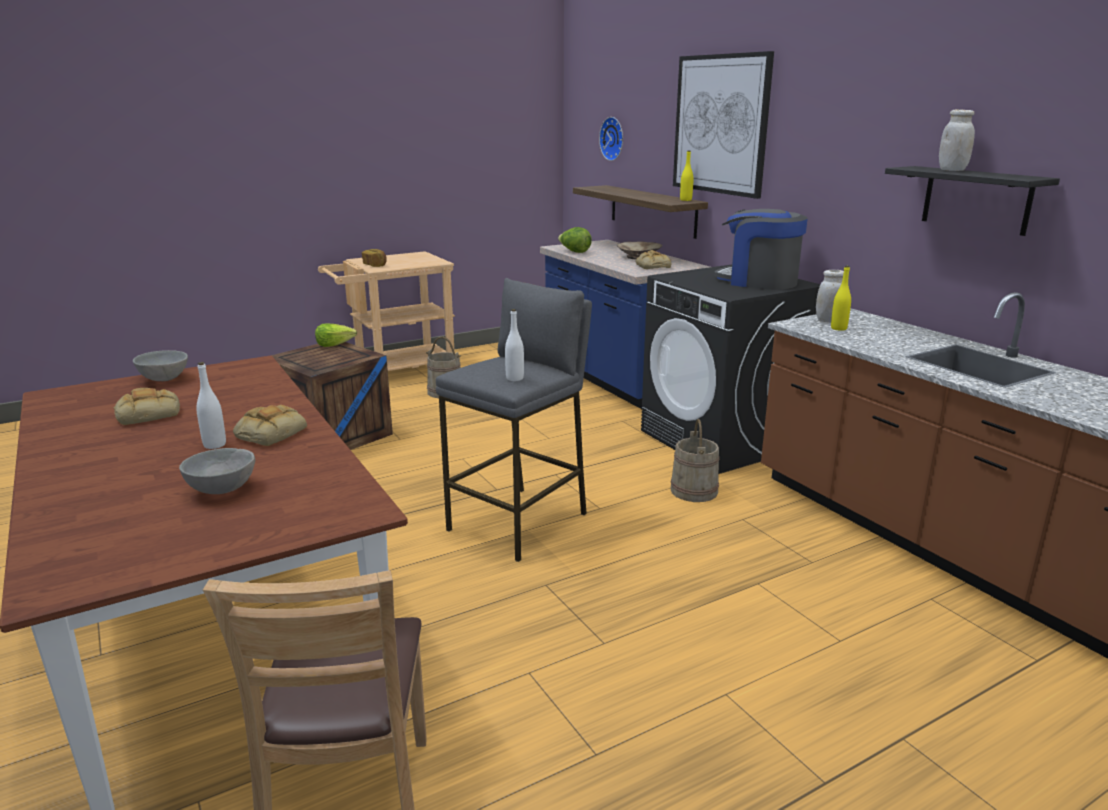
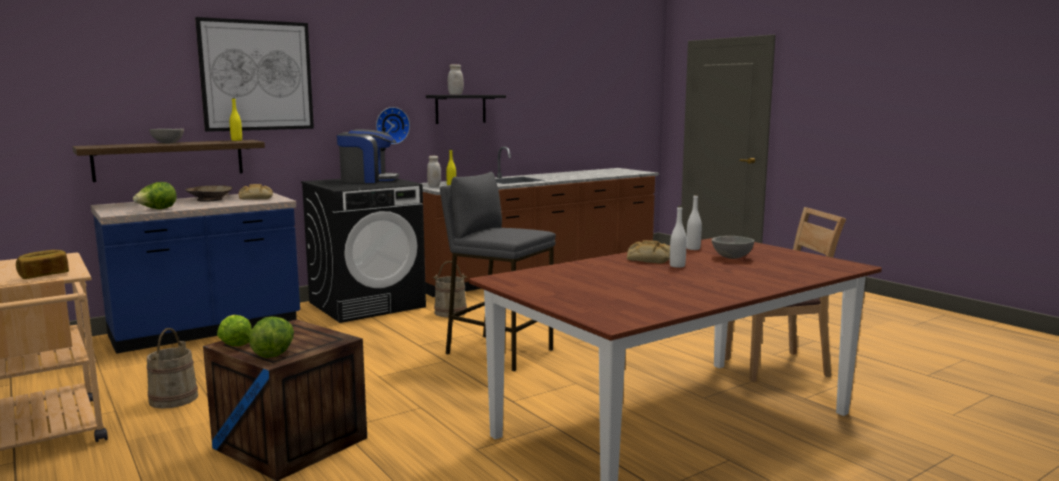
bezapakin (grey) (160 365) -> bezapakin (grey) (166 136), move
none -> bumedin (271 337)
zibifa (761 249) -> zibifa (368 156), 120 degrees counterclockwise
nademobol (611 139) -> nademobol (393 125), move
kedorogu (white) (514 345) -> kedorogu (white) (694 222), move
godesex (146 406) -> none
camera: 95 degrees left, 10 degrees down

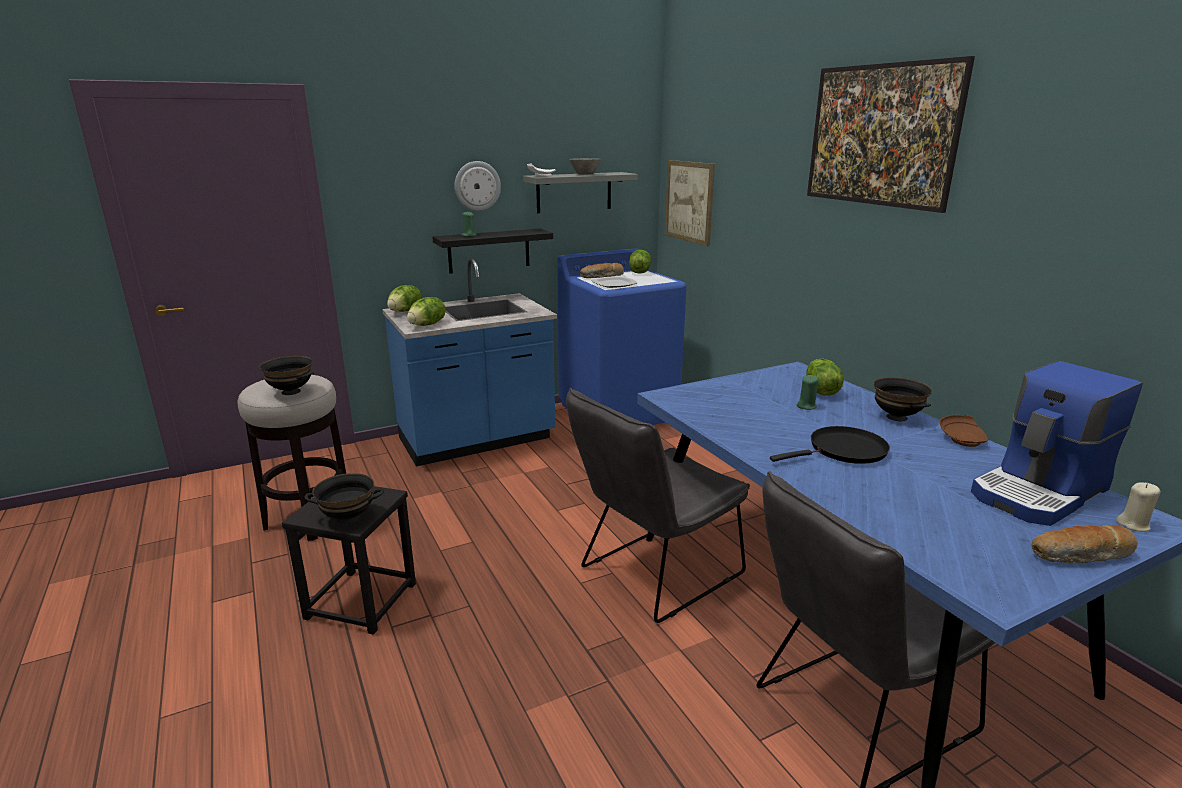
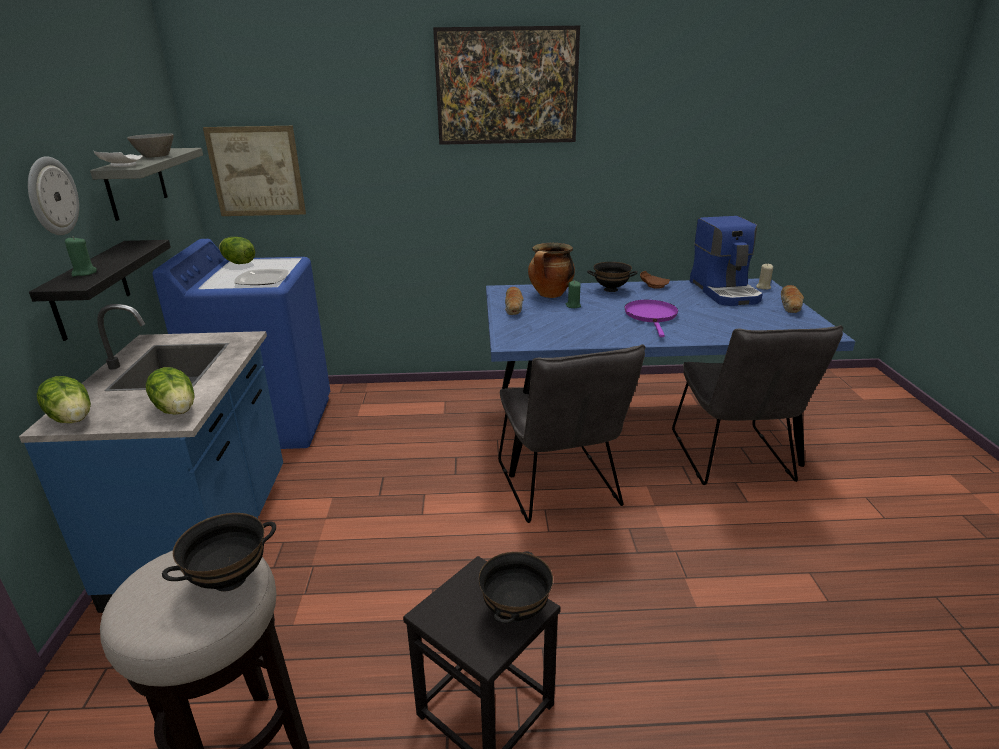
godesex (602 270) -> godesex (514 301), move
bumedin (825 377) -> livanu (551 270)
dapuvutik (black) (830 445) -> dapuvutik (purple) (651 318)
camera: 65 degrees left, 5 degrees up

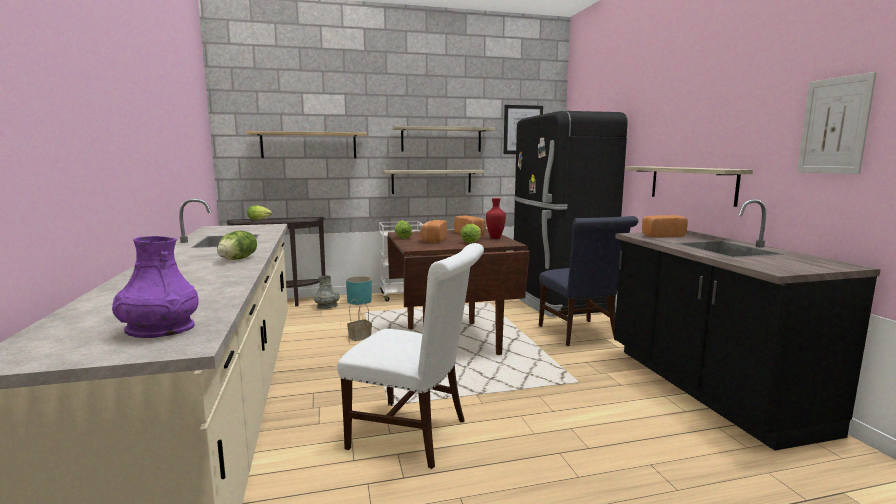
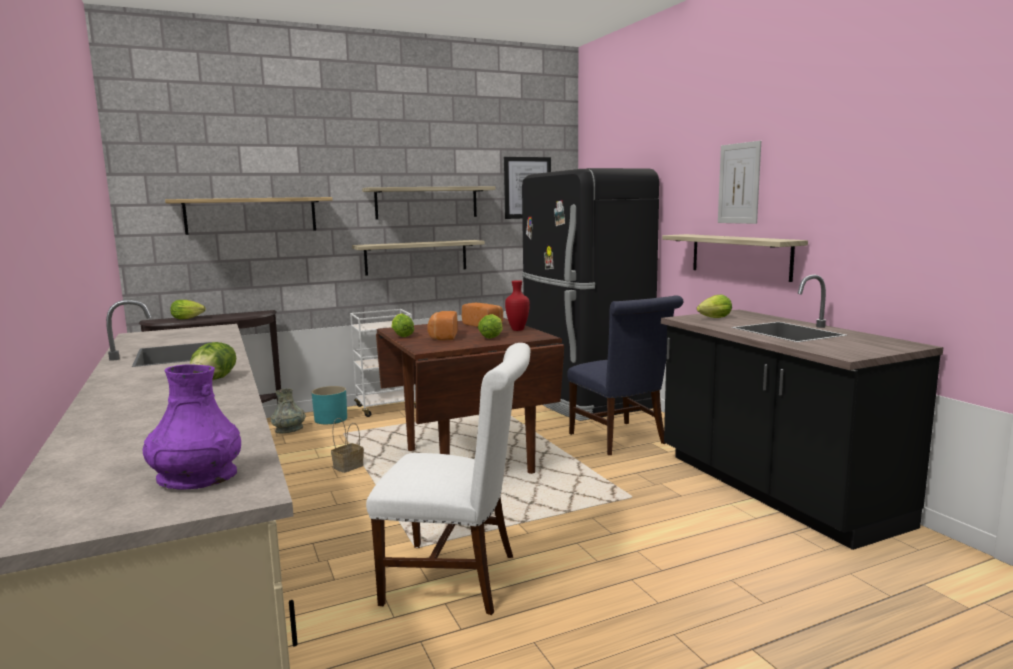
godesex (665 226) -> bumedin (714 306)
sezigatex (837 123) -> sezigatex (739 182), move
camera: 10 degrees left, 0 degrees up

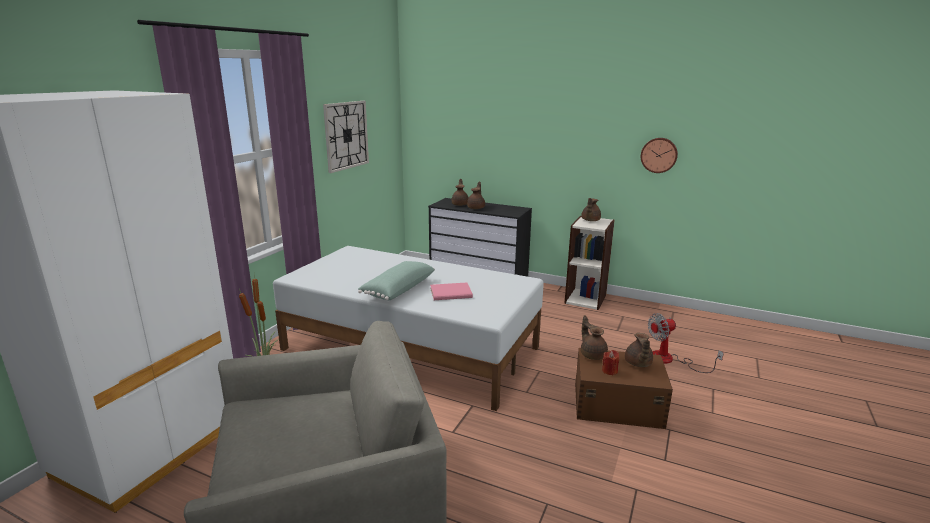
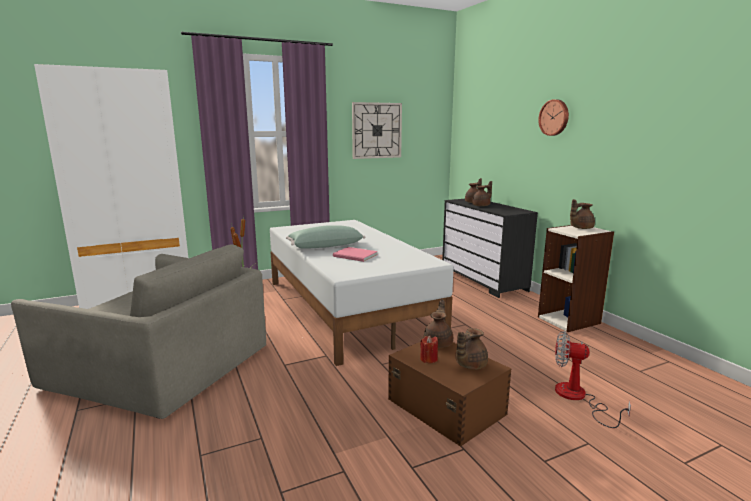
nademobol (659 155) -> nademobol (553 117), move
camera: 40 degrees right, 5 degrees down

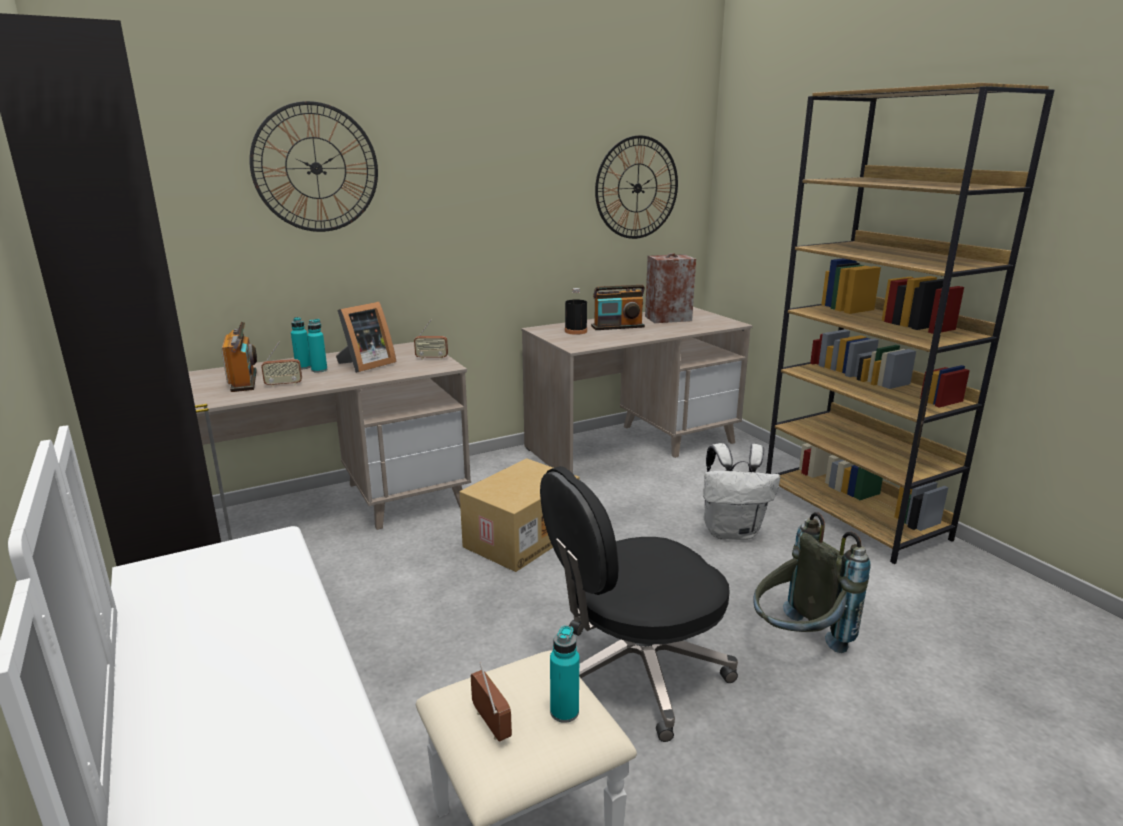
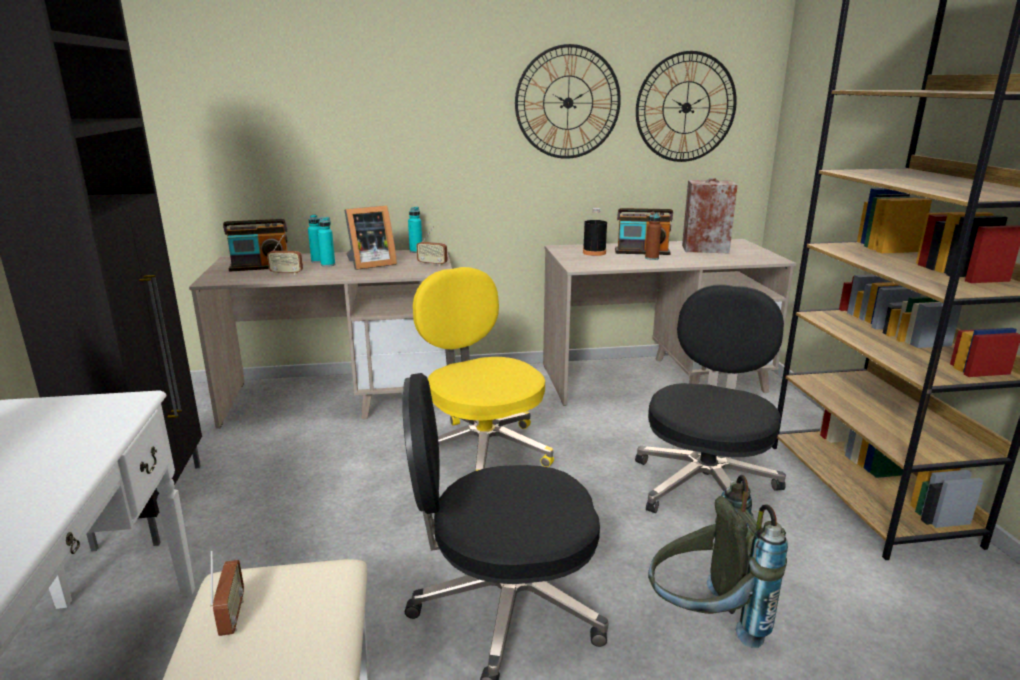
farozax (239 357) -> farozax (255 245), 75 degrees clockwise
kedorogu (turquoise) (564 674) -> kedorogu (turquoise) (415 230), move
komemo (519 515) -> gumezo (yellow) (483 369)
nademobol (314 166) -> nademobol (568 101), move
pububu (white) (741 491) -> gumezo (black) (710 401)
none -> kedorogu (brown) (653 236)
camera: 20 degrees right, 0 degrees up

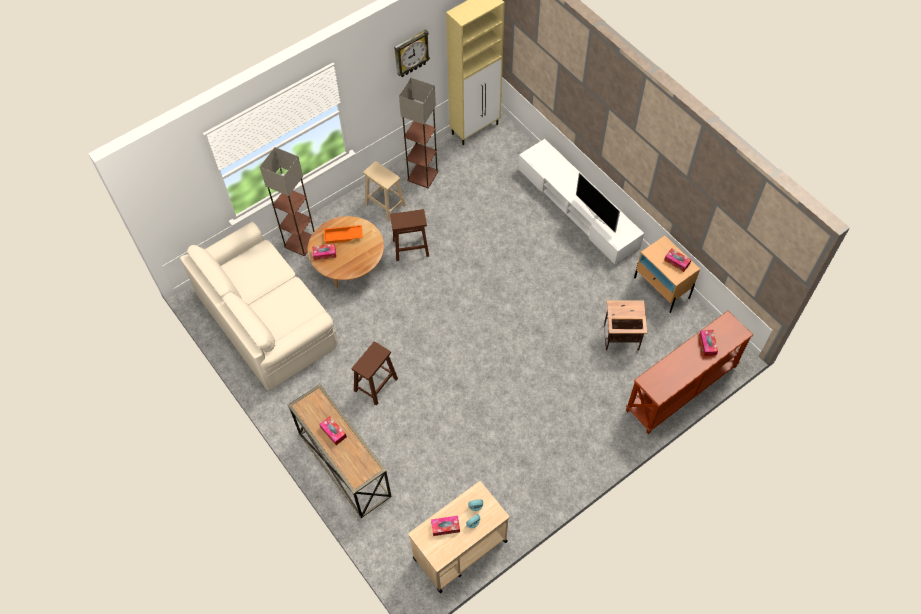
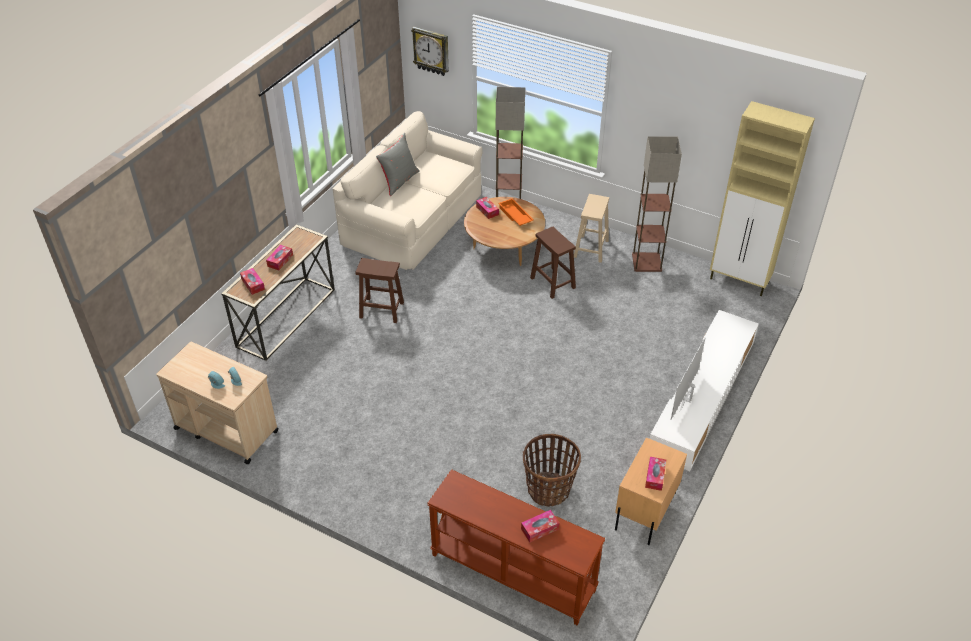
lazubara (445 526) -> lazubara (252 281), move
none -> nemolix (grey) (398 164)
nademobol (412 53) -> nademobol (430 51), move
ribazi (625 325) -> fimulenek (552 470)
camera: 65 degrees right, 15 degrees down

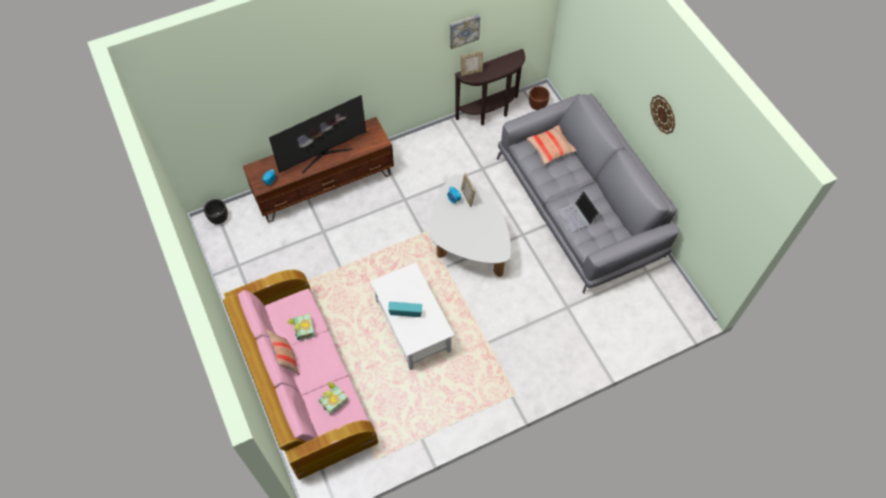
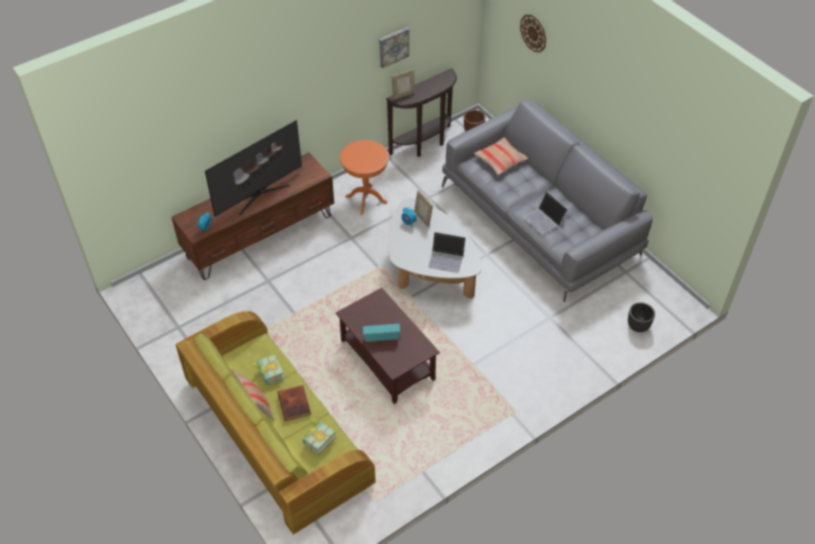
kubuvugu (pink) (300 375) -> kubuvugu (green) (275 422)
none -> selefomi (294 403)
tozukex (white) (412 316) -> tozukex (brown) (388 346)
none -> ribazi (orange) (364 177)
none -> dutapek (447 252)
nademobol (662 114) -> nademobol (533 33), move
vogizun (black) (216 211) -> vogizun (black) (641 317), move
camera: 10 degrees left, 10 degrees down

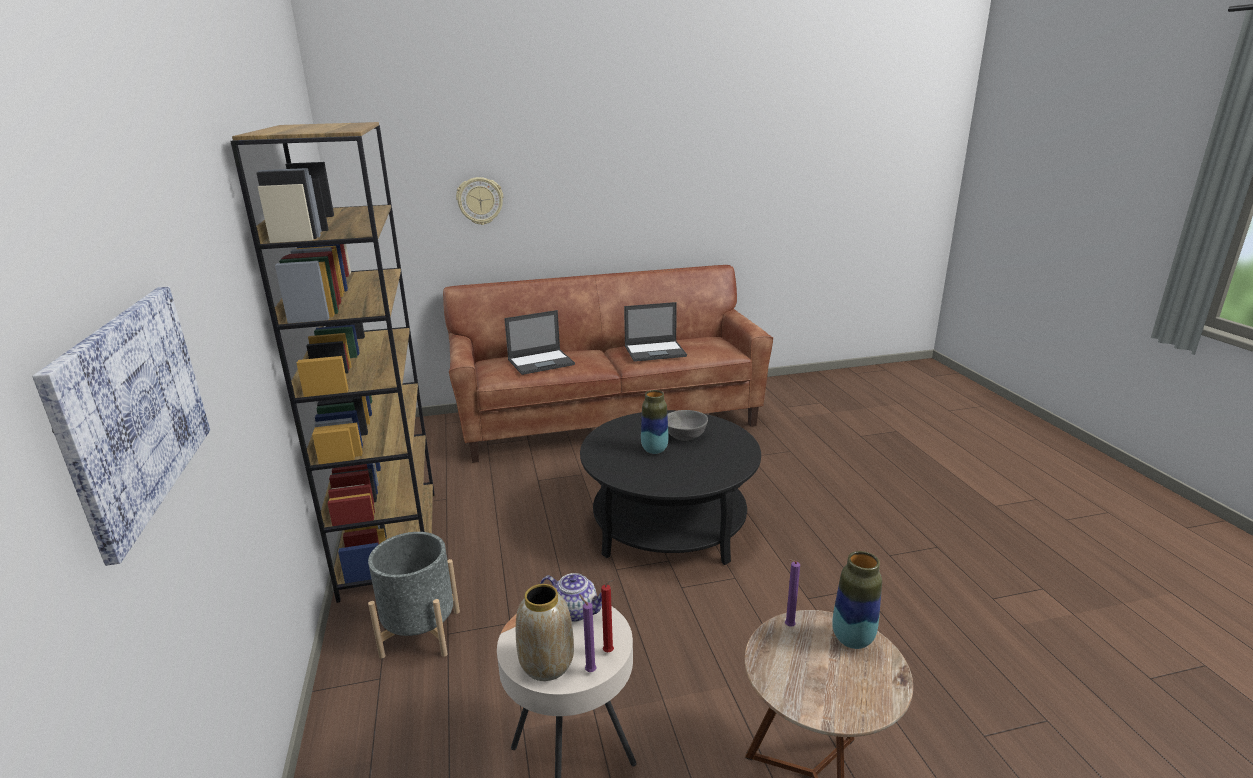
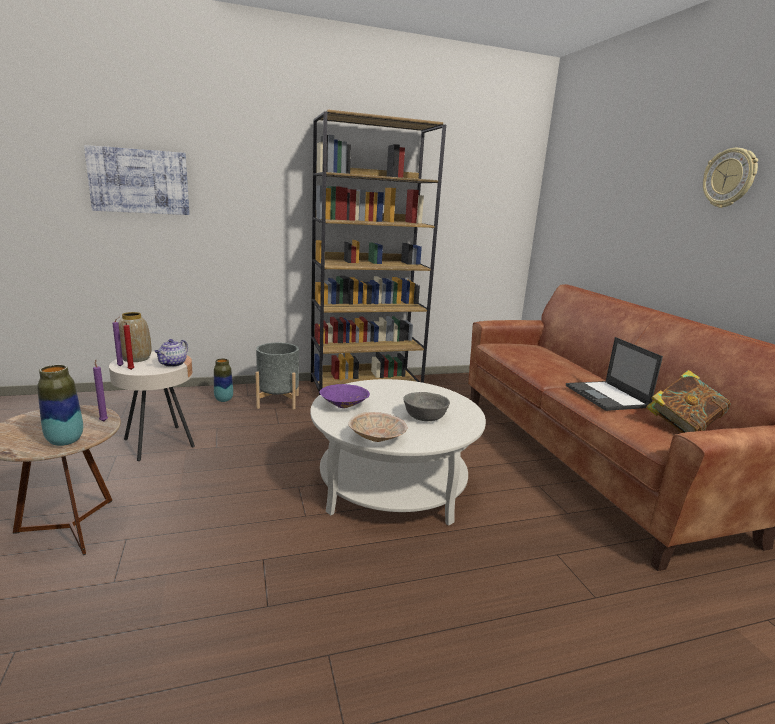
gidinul (655 422) -> gidinul (223 380), move
tozukex (black) (670 487) -> tozukex (white) (398 452)
none -> bezapakin (purple) (344 396)
none -> bezapakin (beige) (377 427)
none -> selefomi (688 401)
nademobol (479 201) -> nademobol (730 178), move
dutapek (539 342) -> none
camera: 85 degrees right, 5 degrees down

